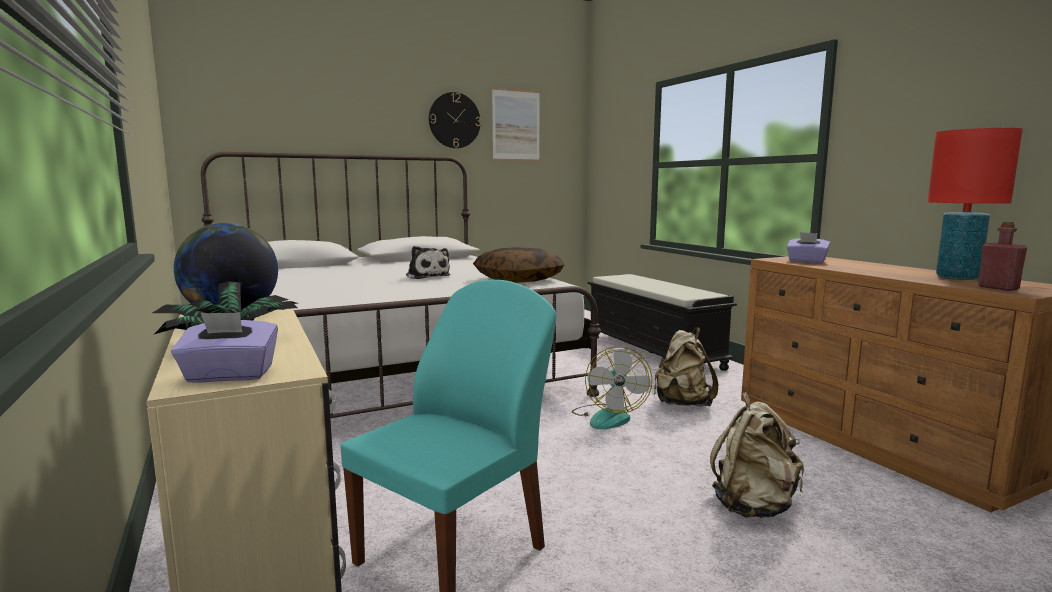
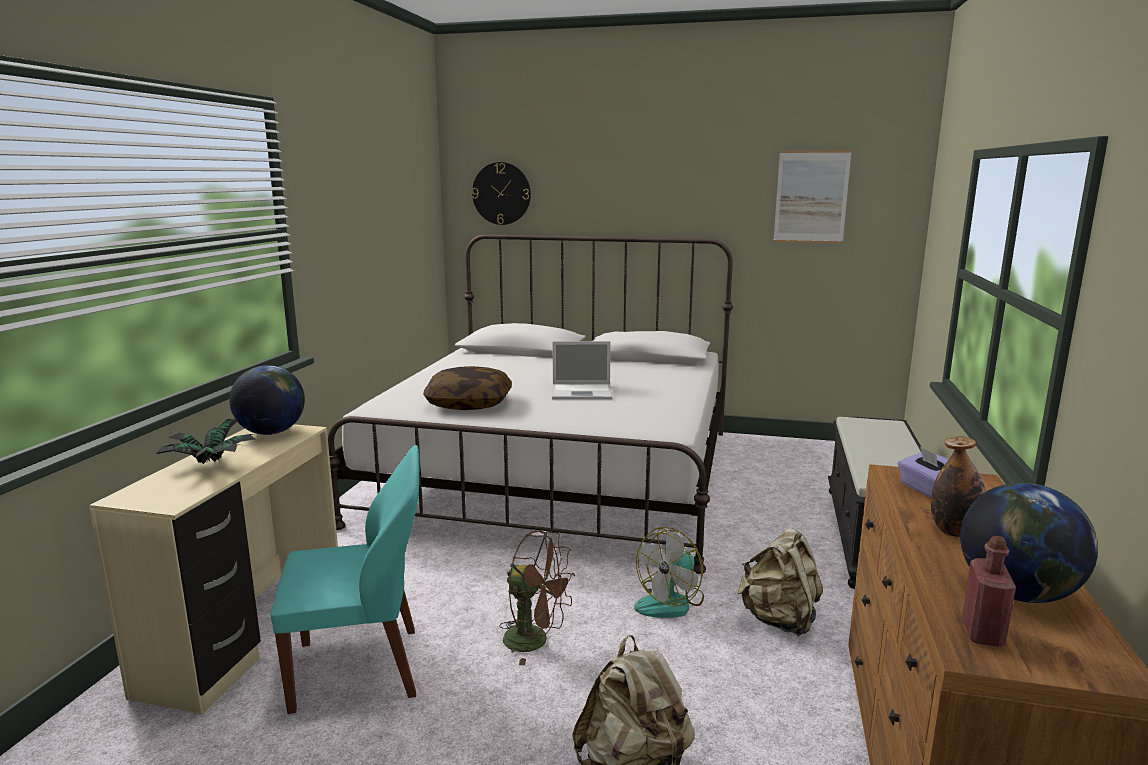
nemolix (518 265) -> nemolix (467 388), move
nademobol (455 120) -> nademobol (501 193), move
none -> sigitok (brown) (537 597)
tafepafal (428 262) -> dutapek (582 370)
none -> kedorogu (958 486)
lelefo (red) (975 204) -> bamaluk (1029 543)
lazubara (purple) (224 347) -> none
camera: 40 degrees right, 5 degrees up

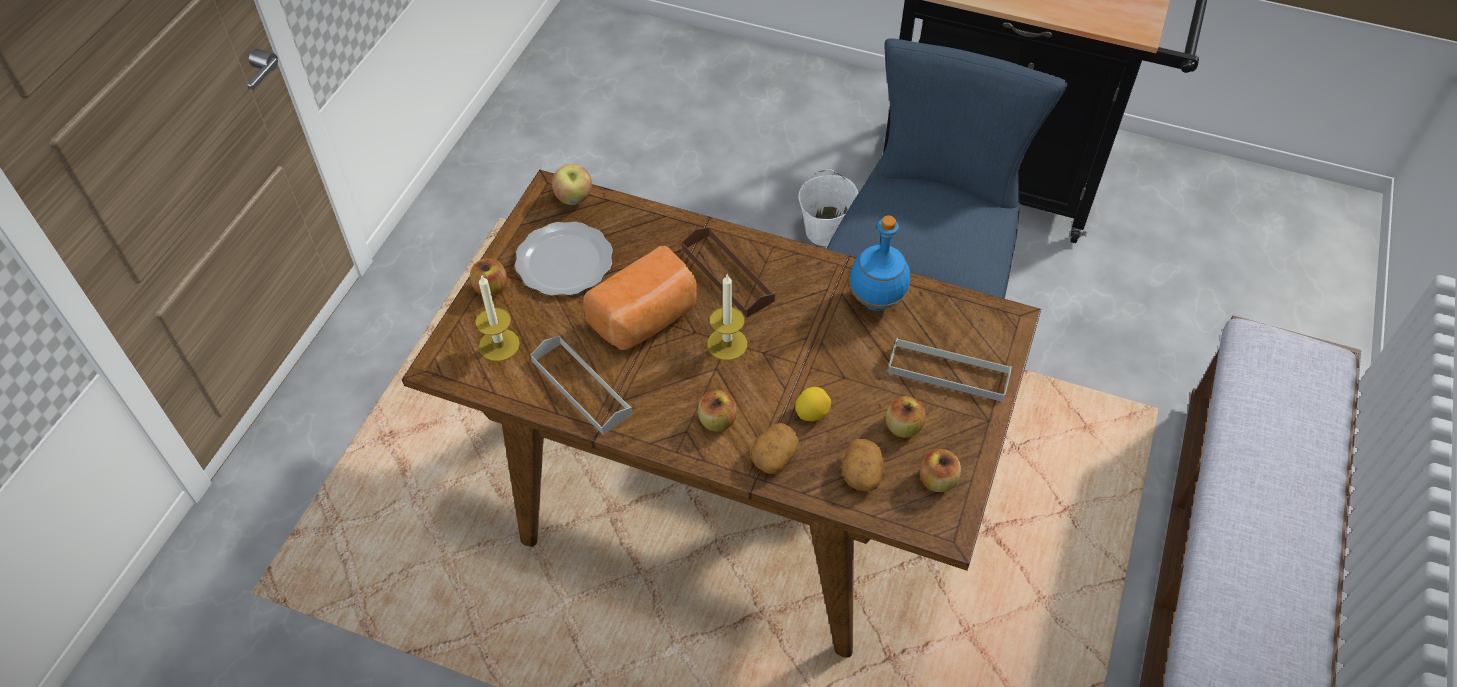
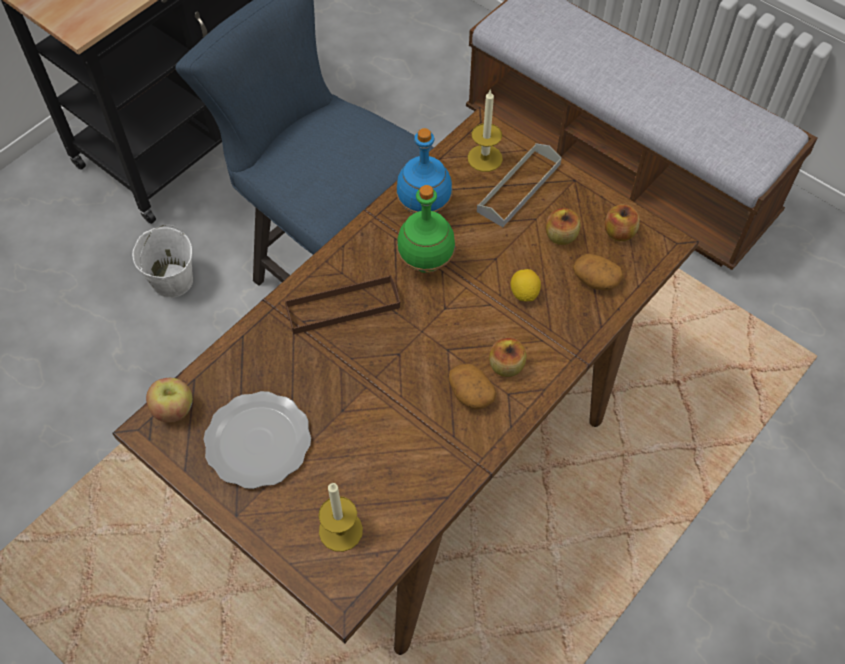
none -> kedorogu (green) (426 229)
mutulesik (775 448) -> mutulesik (473 386), move
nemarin (727 318) -> nemarin (485 130), move
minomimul (488 277) -> none
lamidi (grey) (581 385) -> none
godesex (640 298) -> none
camera: 70 degrees left, 5 degrees up

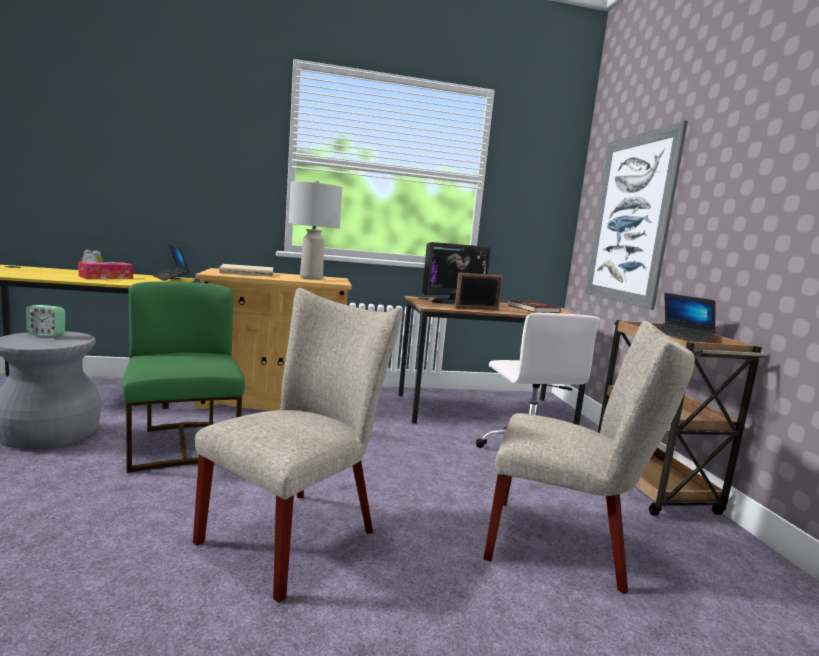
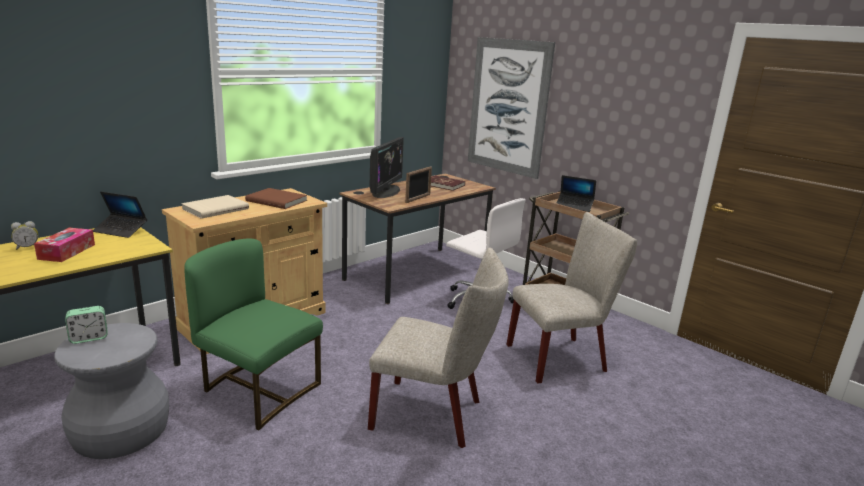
lelefo (grey) (315 230) -> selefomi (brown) (276 198)
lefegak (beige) (297 445) -> lefegak (beige) (438 348), 105 degrees clockwise
camera: 35 degrees left, 10 degrees up

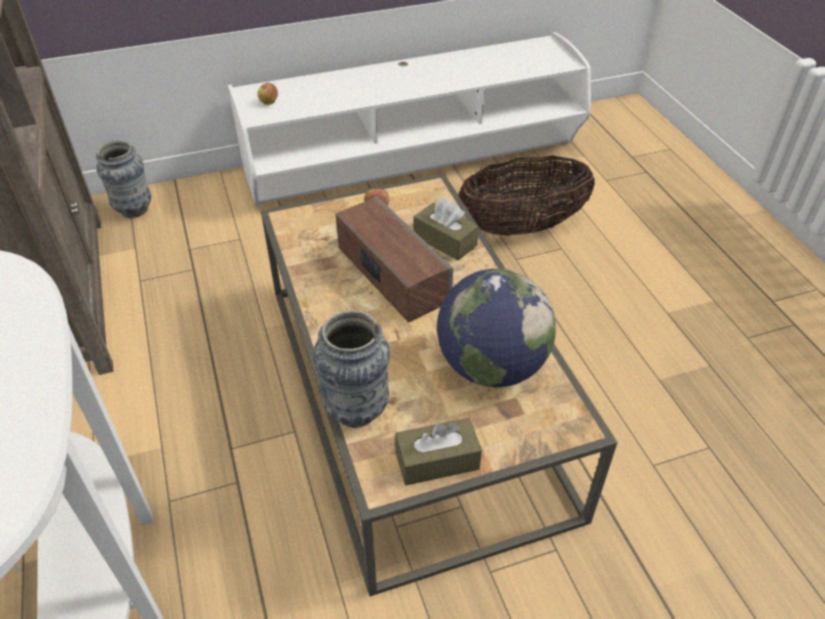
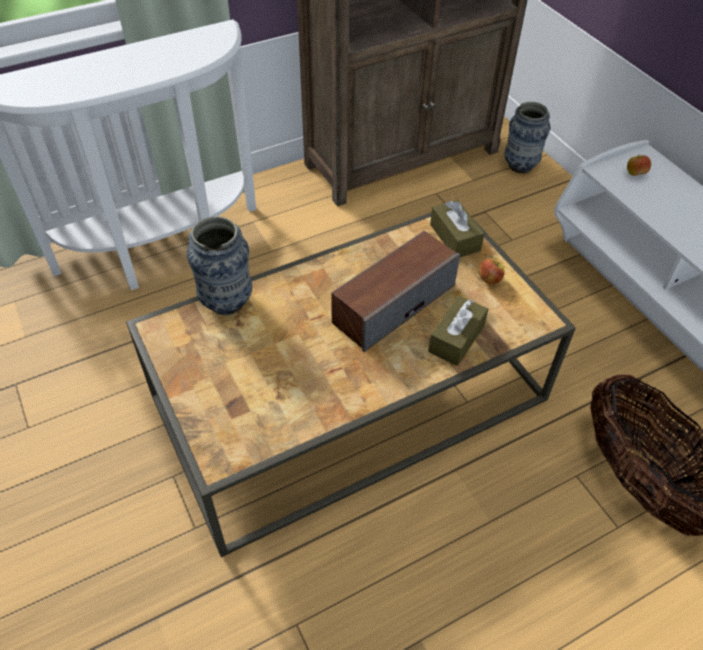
lazubara (brown) (438 451) -> lazubara (brown) (457 228), move
bamaluk (496 328) -> none
camera: 80 degrees right, 5 degrees up

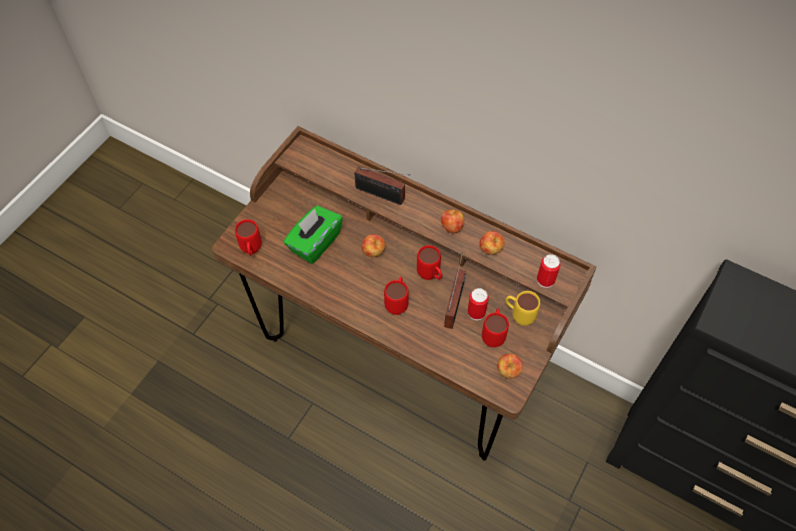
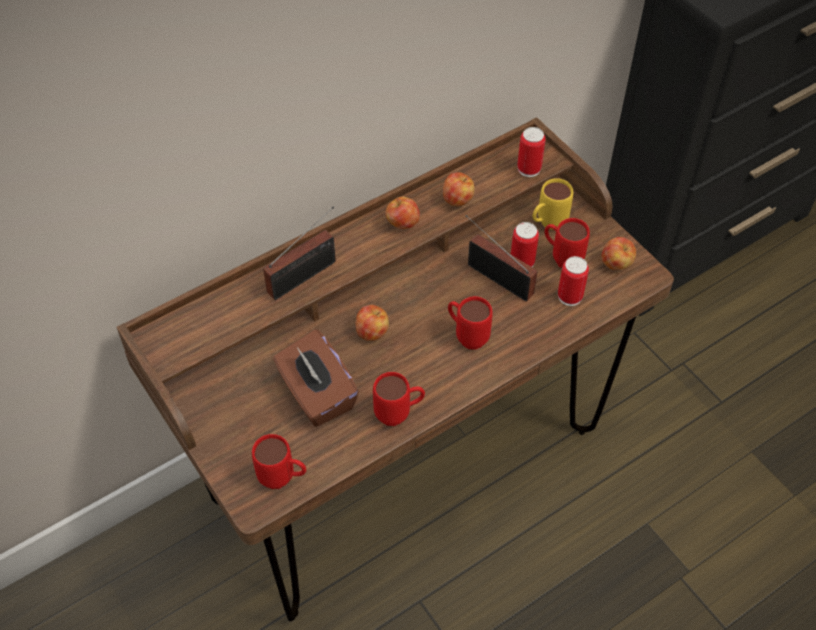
lazubara (green) (313 235) -> lazubara (brown) (316 378)
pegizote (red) (429 262) -> pegizote (red) (399 399), move
none -> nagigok (573 281)
camera: 65 degrees left, 5 degrees down

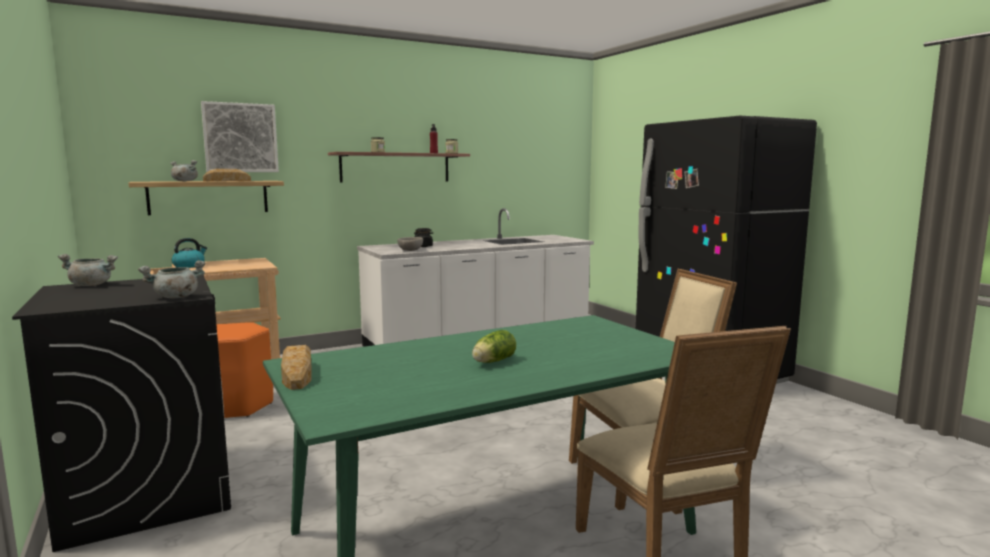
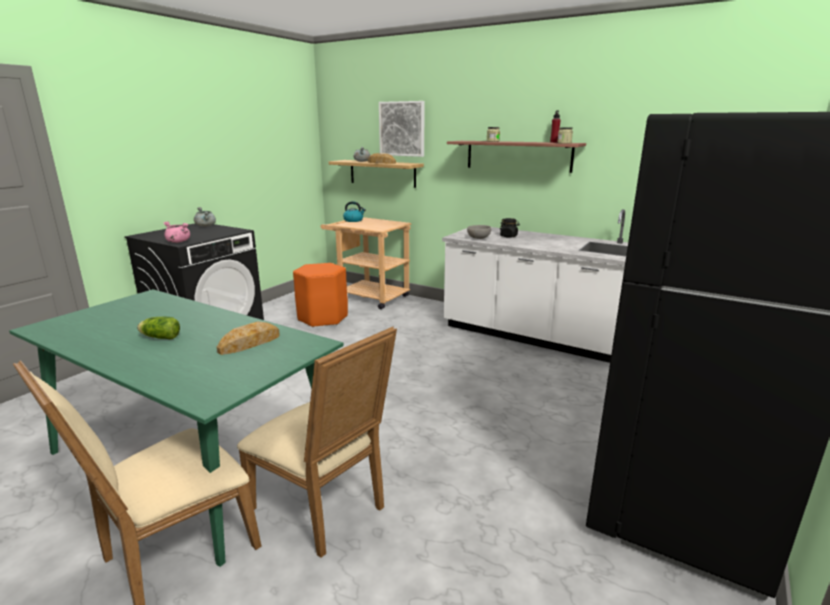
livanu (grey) (172 279) -> livanu (pink) (177 232)
godesex (296 367) -> godesex (248 338), move
camera: 60 degrees right, 10 degrees up

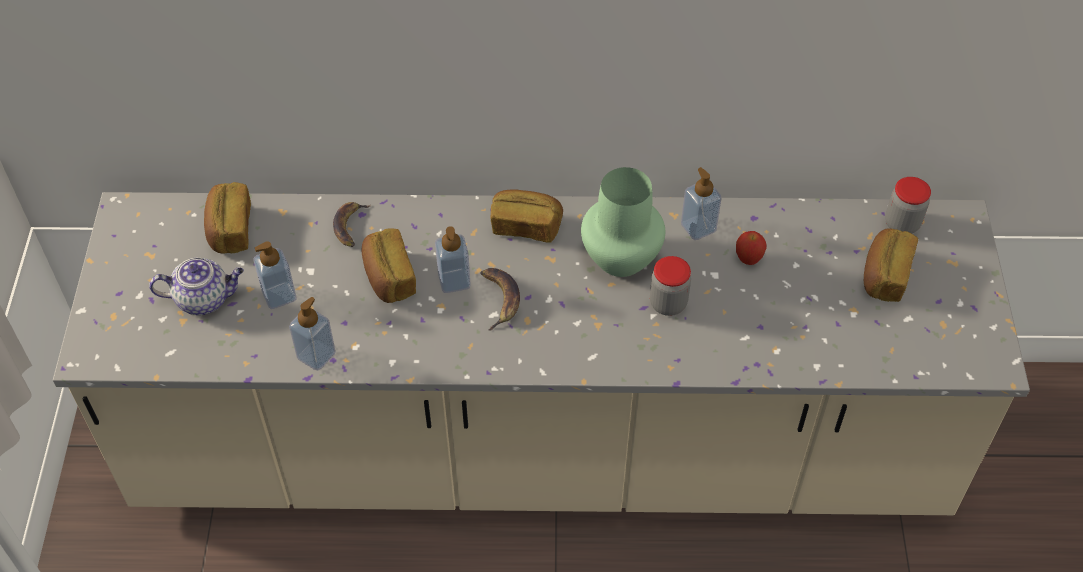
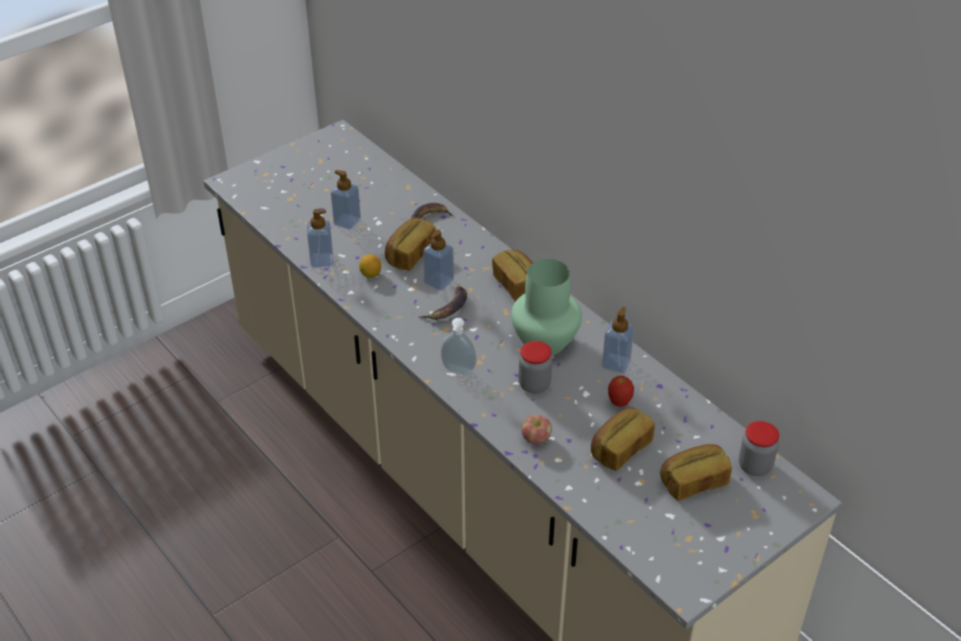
none -> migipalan (370 266)
none -> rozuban (459 346)
none -> minomimul (536 430)
godesex (227 218) -> godesex (623 439), move
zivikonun (196 286) -> none
camera: 50 degrees right, 10 degrees down

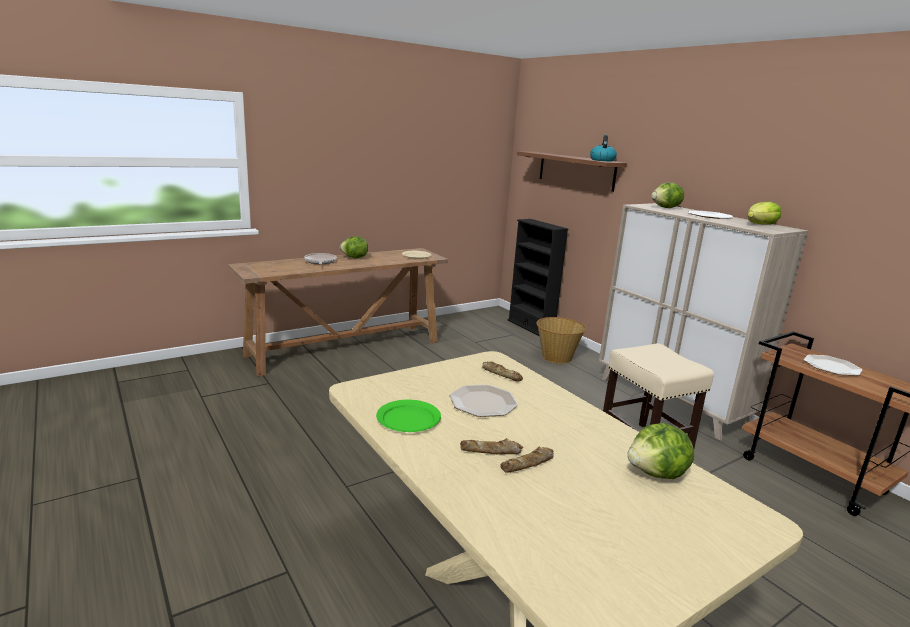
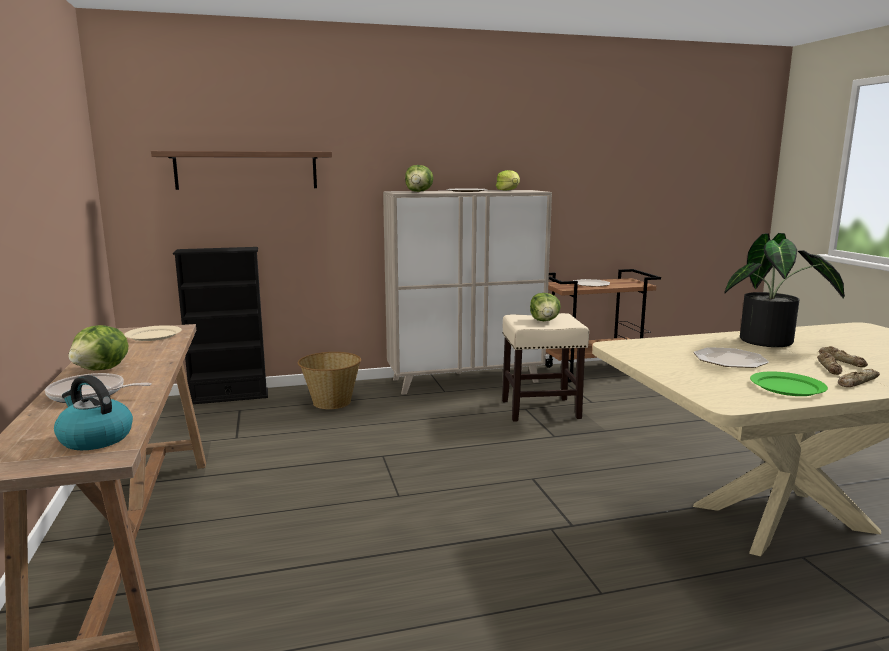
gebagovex (603 148) -> gebagovex (93 412), move
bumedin (660 451) -> bumedin (545 307), move
none -> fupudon (784 290)
godesex (502 371) -> godesex (859 378), move
camera: 70 degrees left, 5 degrees down

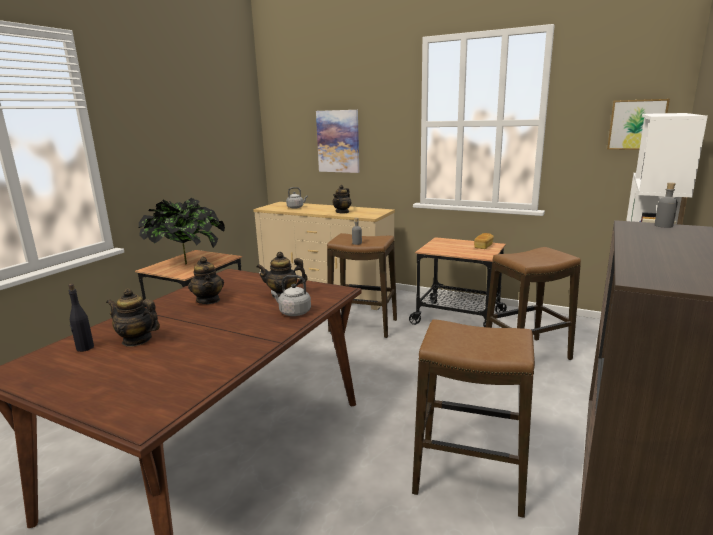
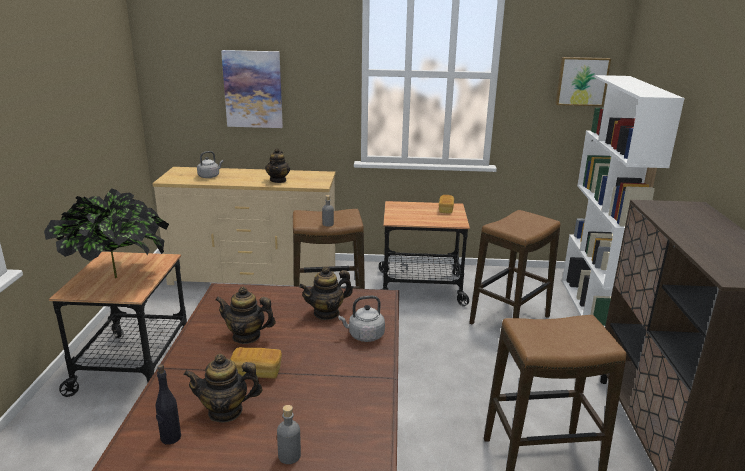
zivikonun (206 280) -> zivikonun (245 315), 150 degrees clockwise
none -> godesex (256 363)
kedorogu (grey) (666 205) -> kedorogu (grey) (289 434), move
camera: 25 degrees left, 5 degrees up

